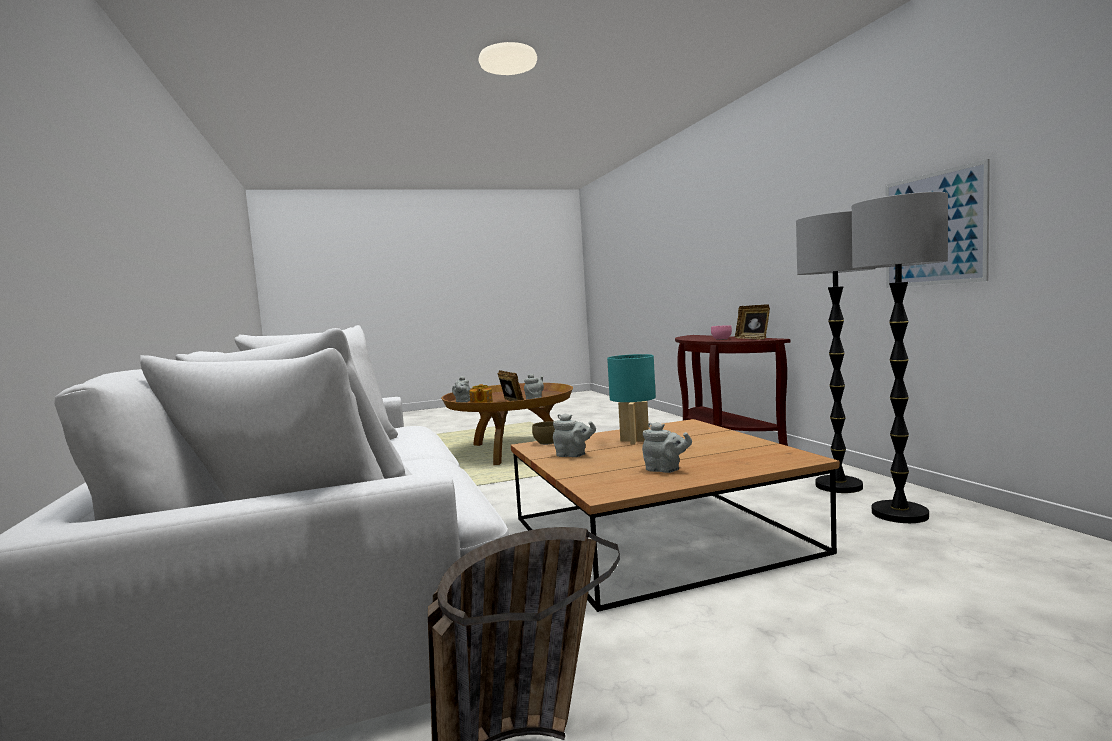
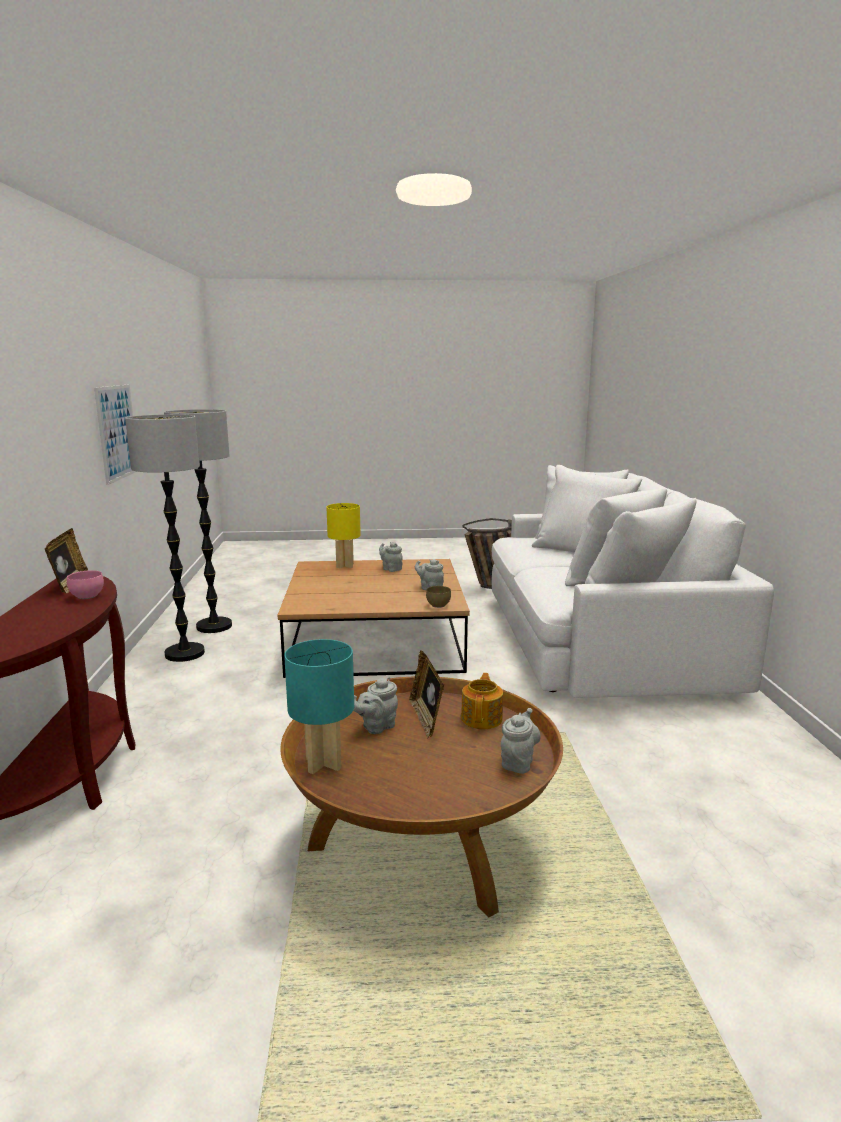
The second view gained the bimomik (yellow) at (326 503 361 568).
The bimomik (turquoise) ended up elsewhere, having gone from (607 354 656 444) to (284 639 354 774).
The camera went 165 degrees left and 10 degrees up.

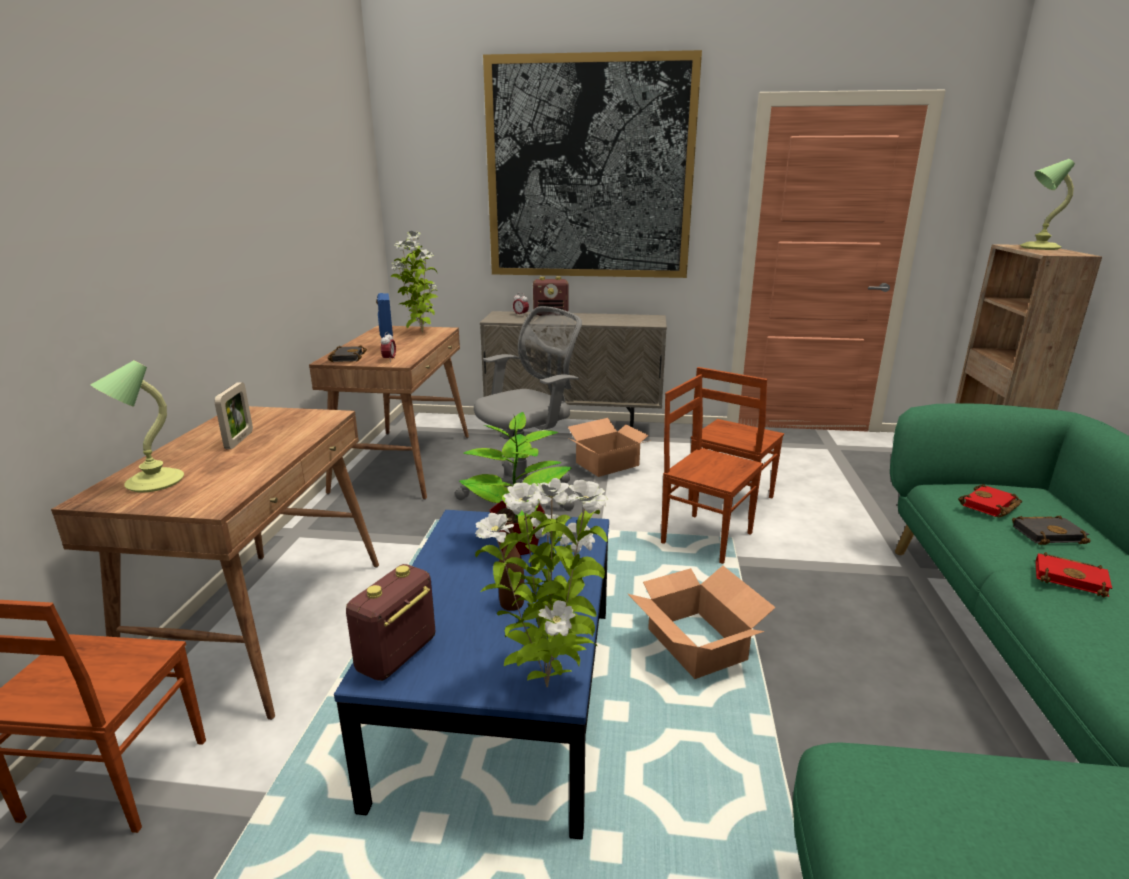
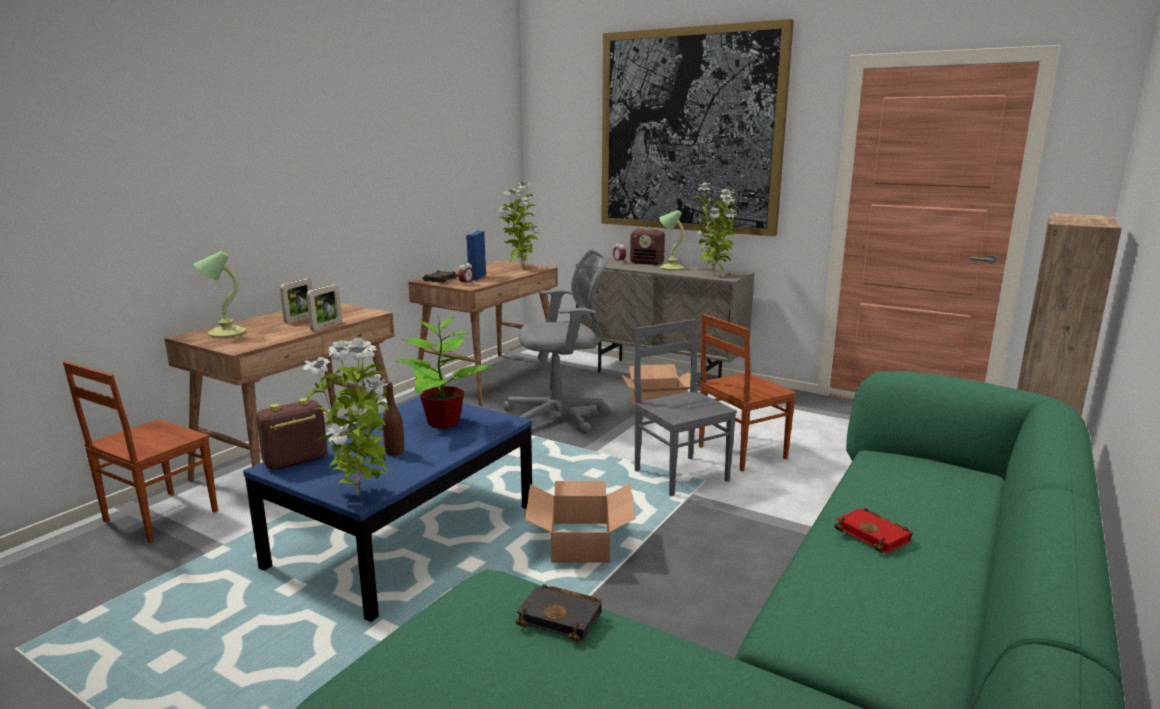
The second view lost the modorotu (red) at (958 484 1022 517).
The second view gained the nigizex at (307 285 342 331).
The second view gained the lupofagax at (692 183 739 275).
The modorotu (black) ended up elsewhere, having gone from (1012 515 1091 545) to (516 584 602 642).
The bimomik ended up elsewhere, having gone from (1020 159 1075 250) to (659 210 684 270).
What was the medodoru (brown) at (661 374 763 564) turned into the medodoru (grey) at (634 319 737 496).
The camera went 25 degrees right and 5 degrees down.

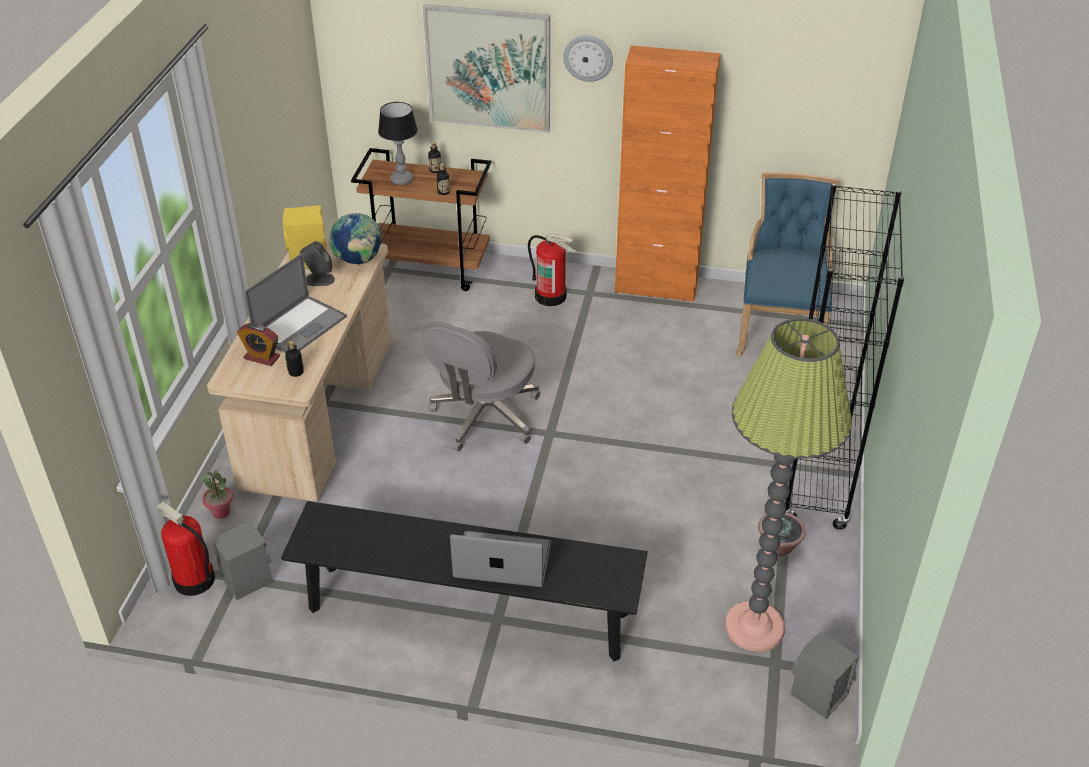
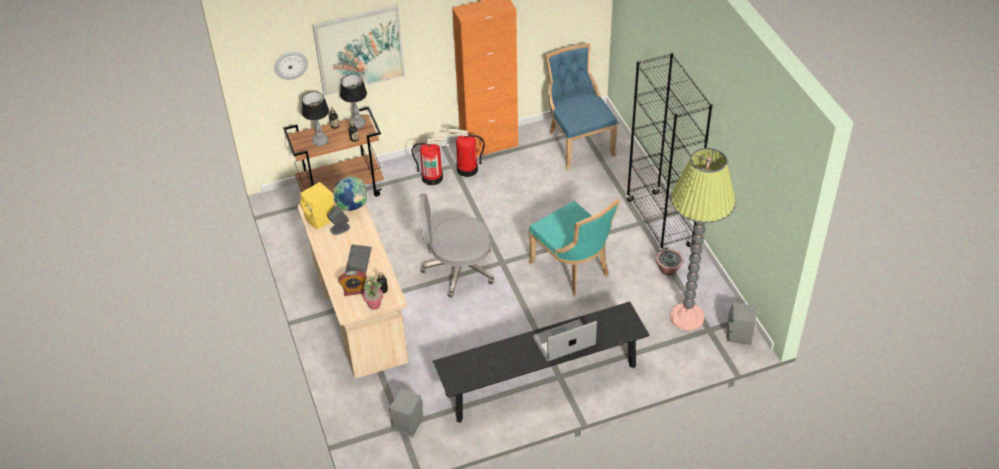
The second view gained the bimomik at (340 74 367 128).
The second view gained the medodoru (turquoise) at (529 199 620 296).
The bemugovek ended up elsewhere, having gone from (157 501 215 596) to (446 129 485 177).
The lupofagax ended up elsewhere, having gone from (202 470 233 519) to (363 277 383 310).
The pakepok ended up elsewhere, having gone from (563 35 613 82) to (274 52 308 80).
Where the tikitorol stood at (244 253 347 354), the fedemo came to stand at (345 244 372 273).
The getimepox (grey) at (421 321 540 452) ended up facing another way, 90 degrees clockwise from before.
The camera went 30 degrees left and 5 degrees up.

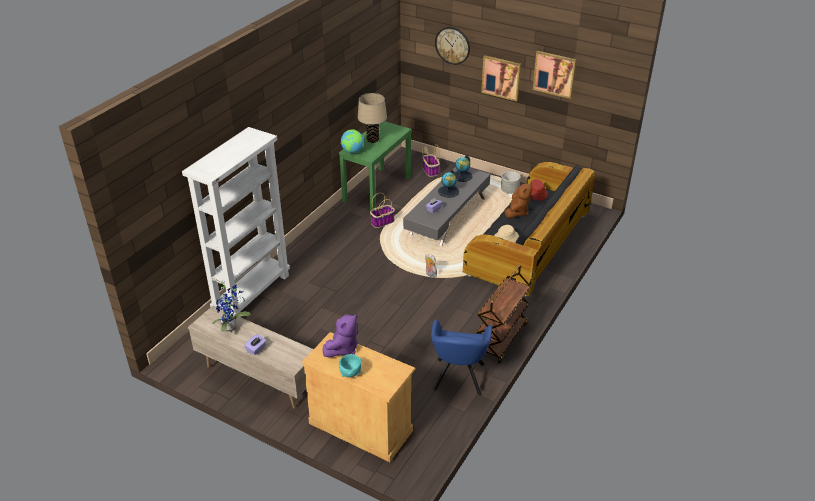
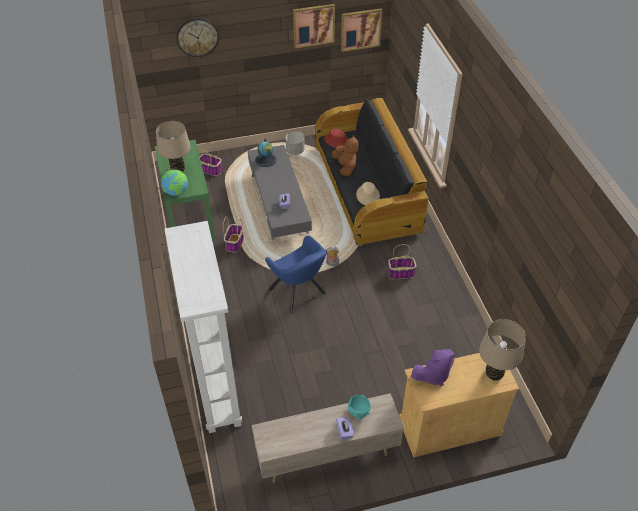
The second view lost the lupofagax at (212 280 250 332).
The second view lost the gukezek at (438 170 459 198).
The second view lost the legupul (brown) at (476 265 531 363).
The second view gained the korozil at (388 244 417 279).
The second view gained the bimomik (beige) at (479 319 526 380).
The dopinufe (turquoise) ended up elsewhere, having gone from (339 354 362 377) to (347 395 371 420).
The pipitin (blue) ended up elsewhere, having gone from (431 320 492 396) to (265 235 327 314).
The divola ended up elsewhere, having gone from (481 55 521 102) to (341 8 382 52).
The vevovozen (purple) at (322 314 357 358) ended up facing another way, 75 degrees clockwise from before.
The camera went 45 degrees left and 10 degrees up.

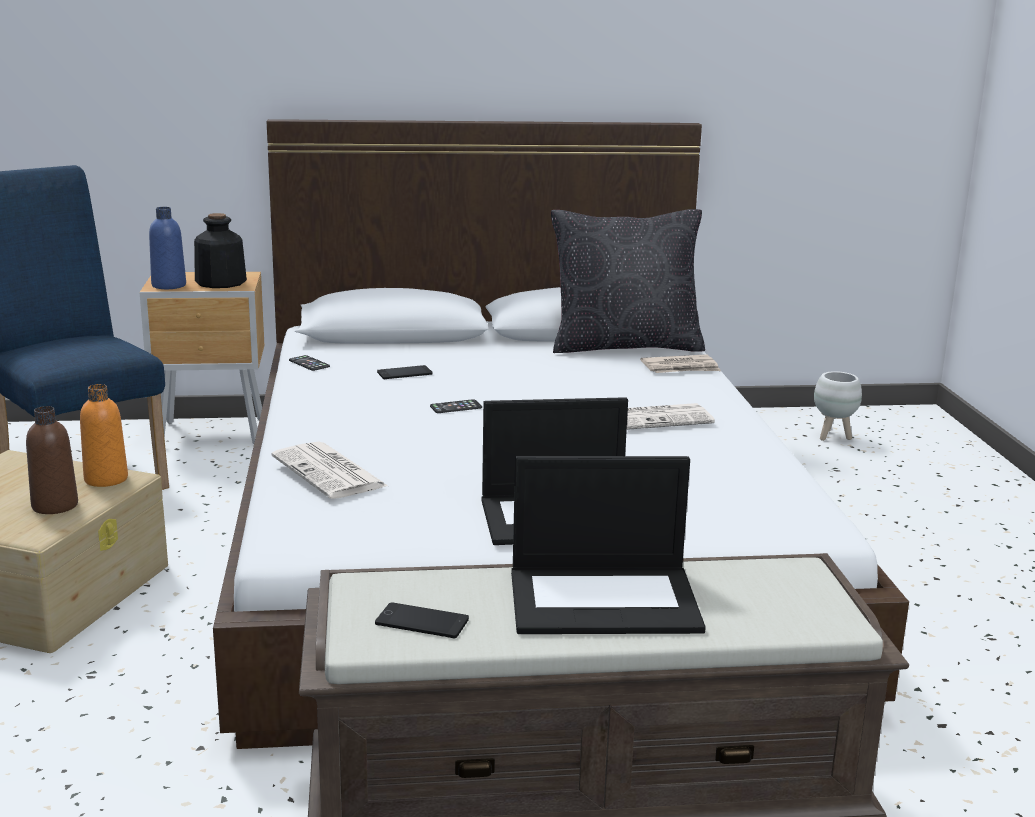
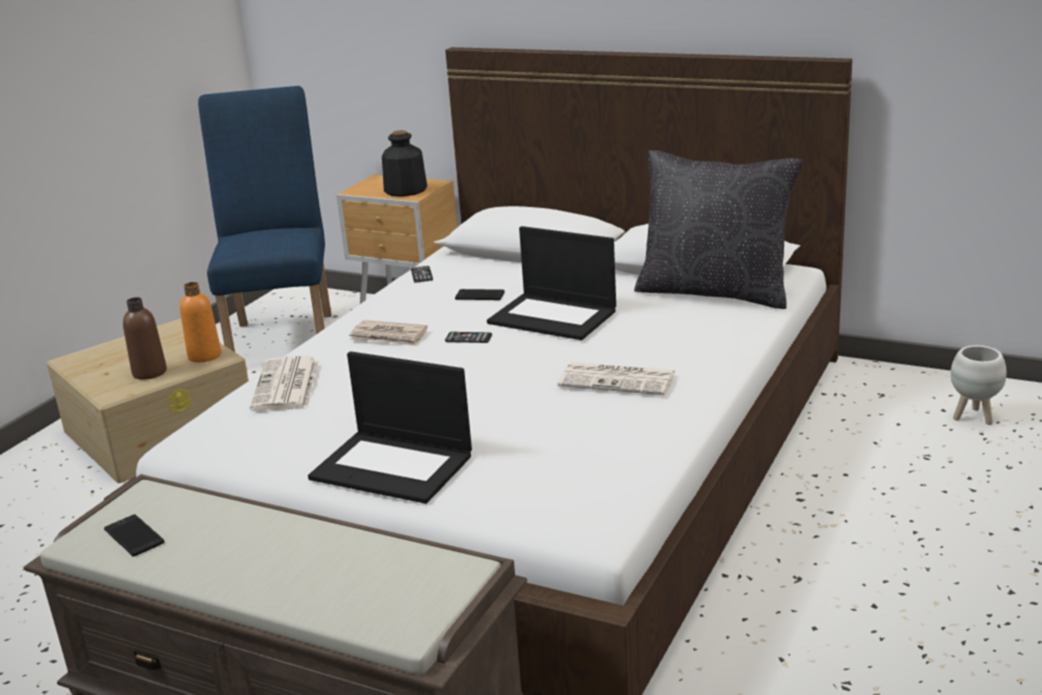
The second view lost the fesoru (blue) at (149 207 186 289).
The tikitorol ended up elsewhere, having gone from (511 456 706 634) to (487 226 616 340).
The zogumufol ended up elsewhere, having gone from (640 354 721 373) to (349 320 427 346).
The camera went 35 degrees right and 5 degrees up.

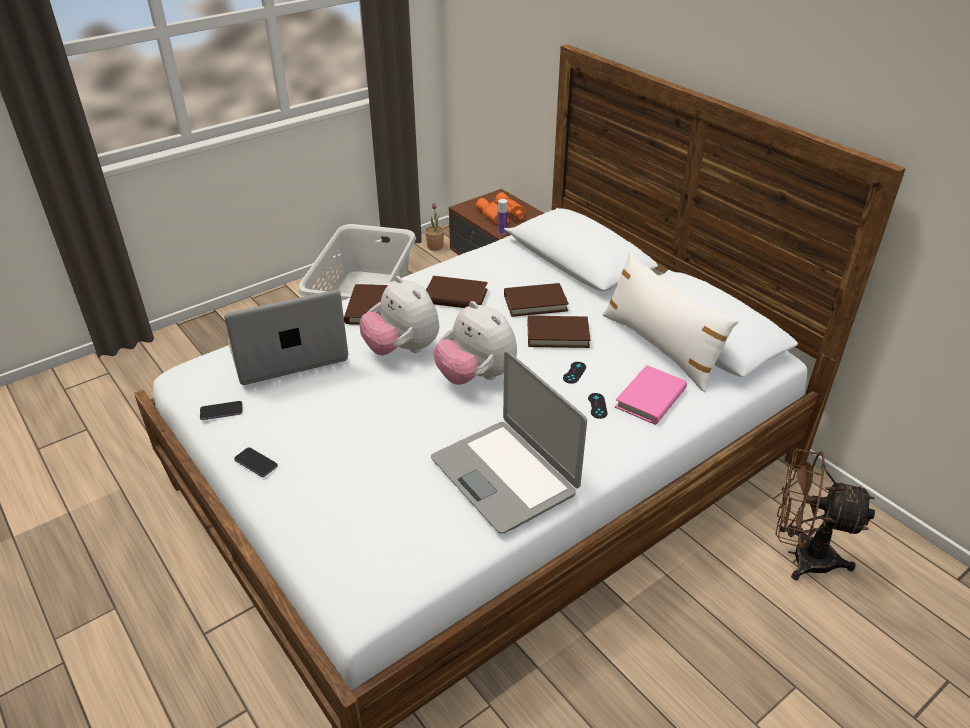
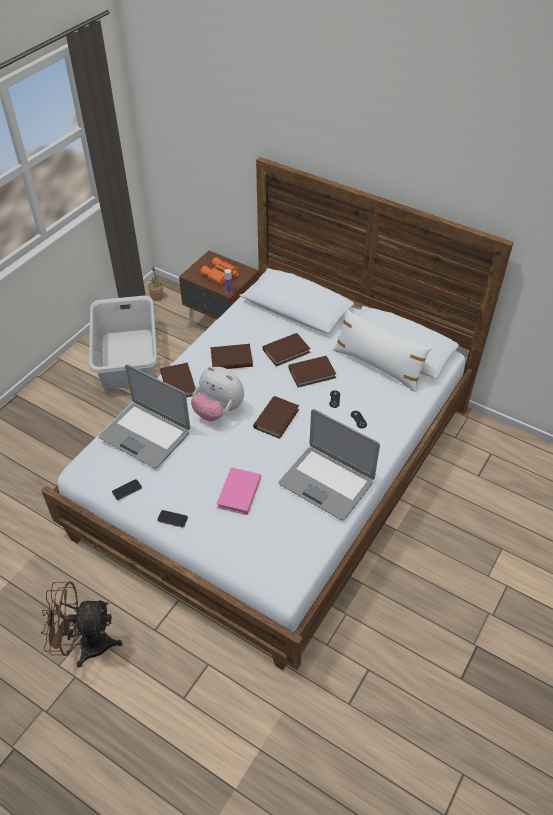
The modorotu (pink) ended up elsewhere, having gone from (615 365 687 425) to (217 467 261 515).
The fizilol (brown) ended up elsewhere, having gone from (776 449 875 580) to (41 582 123 667).
Where the vevovozen stood at (434 301 517 385), the modorotu (brown) came to stand at (253 396 299 439).
The tikitorol at (224 290 348 385) ended up facing another way, 105 degrees counterclockwise from before.
The camera went 20 degrees left and 10 degrees up.

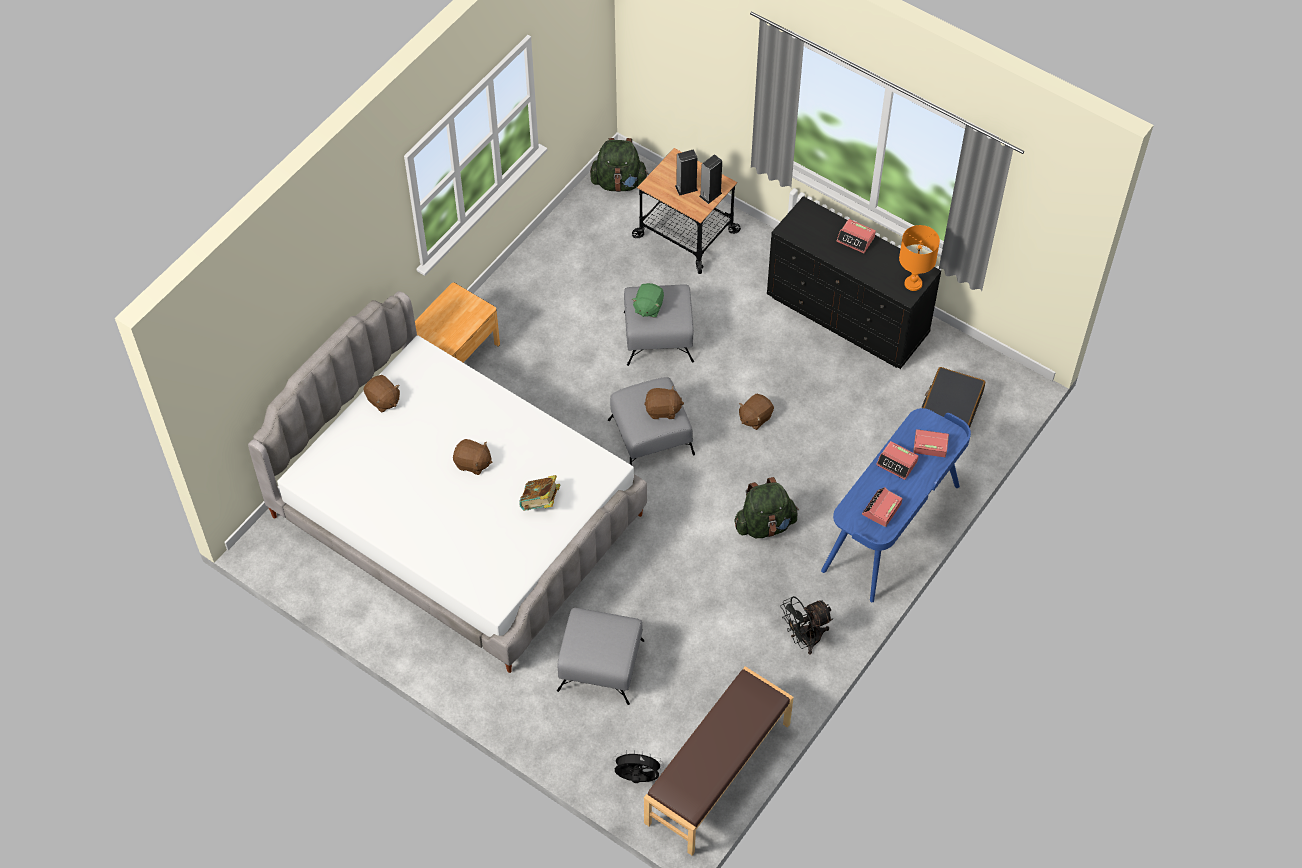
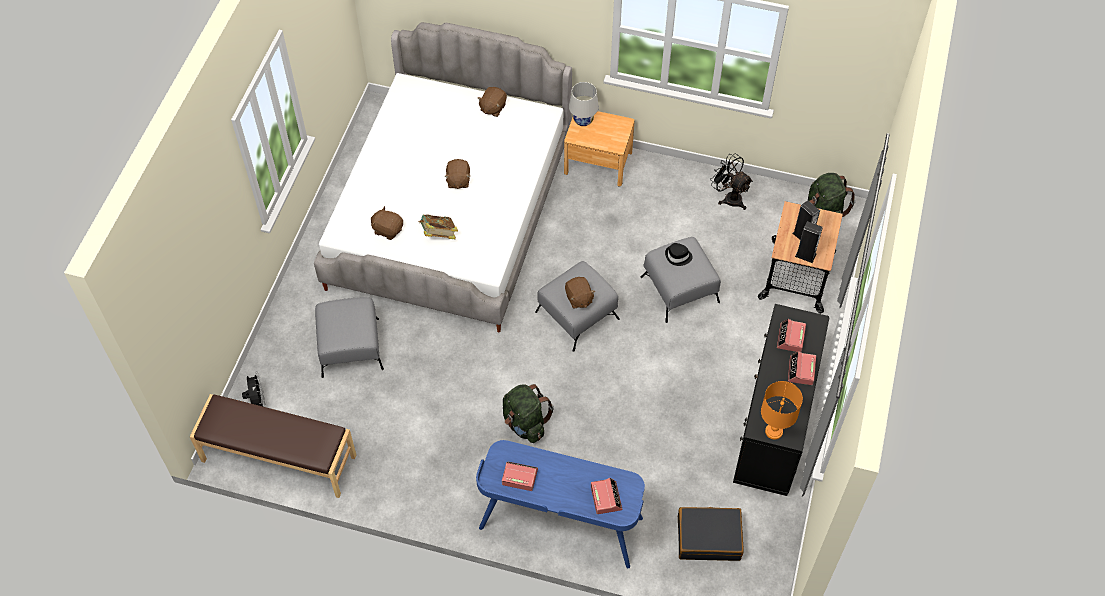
The second view gained the bimomik (white) at (569 82 599 126).
The vevovozen (brown) ended up elsewhere, having gone from (739 394 774 430) to (371 206 403 240).
The fizilol (black) ended up elsewhere, having gone from (780 596 833 655) to (710 153 753 210).
The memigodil ended up elsewhere, having gone from (876 441 919 480) to (777 319 806 352).
Where the vevovozen (green) stood at (632 283 664 318), the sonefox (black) came to stand at (665 243 693 266).
The camera went 70 degrees right and 0 degrees up.

